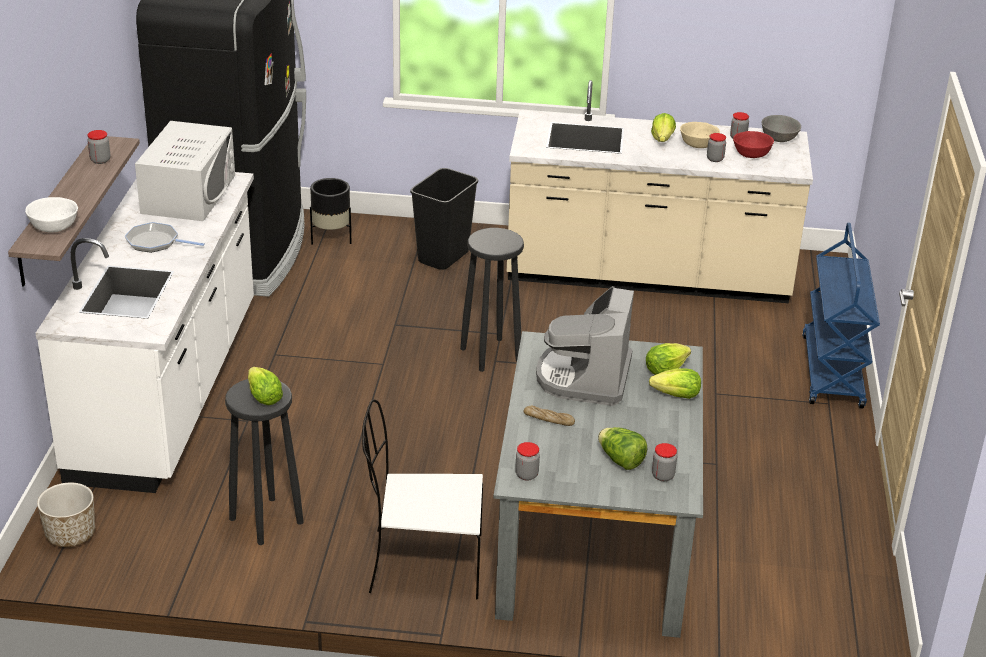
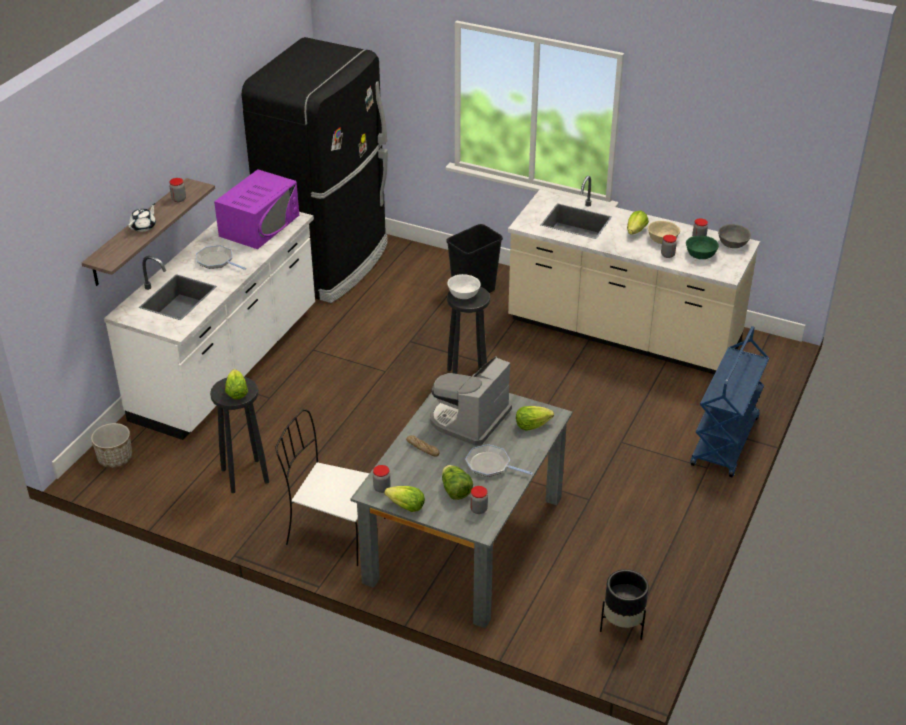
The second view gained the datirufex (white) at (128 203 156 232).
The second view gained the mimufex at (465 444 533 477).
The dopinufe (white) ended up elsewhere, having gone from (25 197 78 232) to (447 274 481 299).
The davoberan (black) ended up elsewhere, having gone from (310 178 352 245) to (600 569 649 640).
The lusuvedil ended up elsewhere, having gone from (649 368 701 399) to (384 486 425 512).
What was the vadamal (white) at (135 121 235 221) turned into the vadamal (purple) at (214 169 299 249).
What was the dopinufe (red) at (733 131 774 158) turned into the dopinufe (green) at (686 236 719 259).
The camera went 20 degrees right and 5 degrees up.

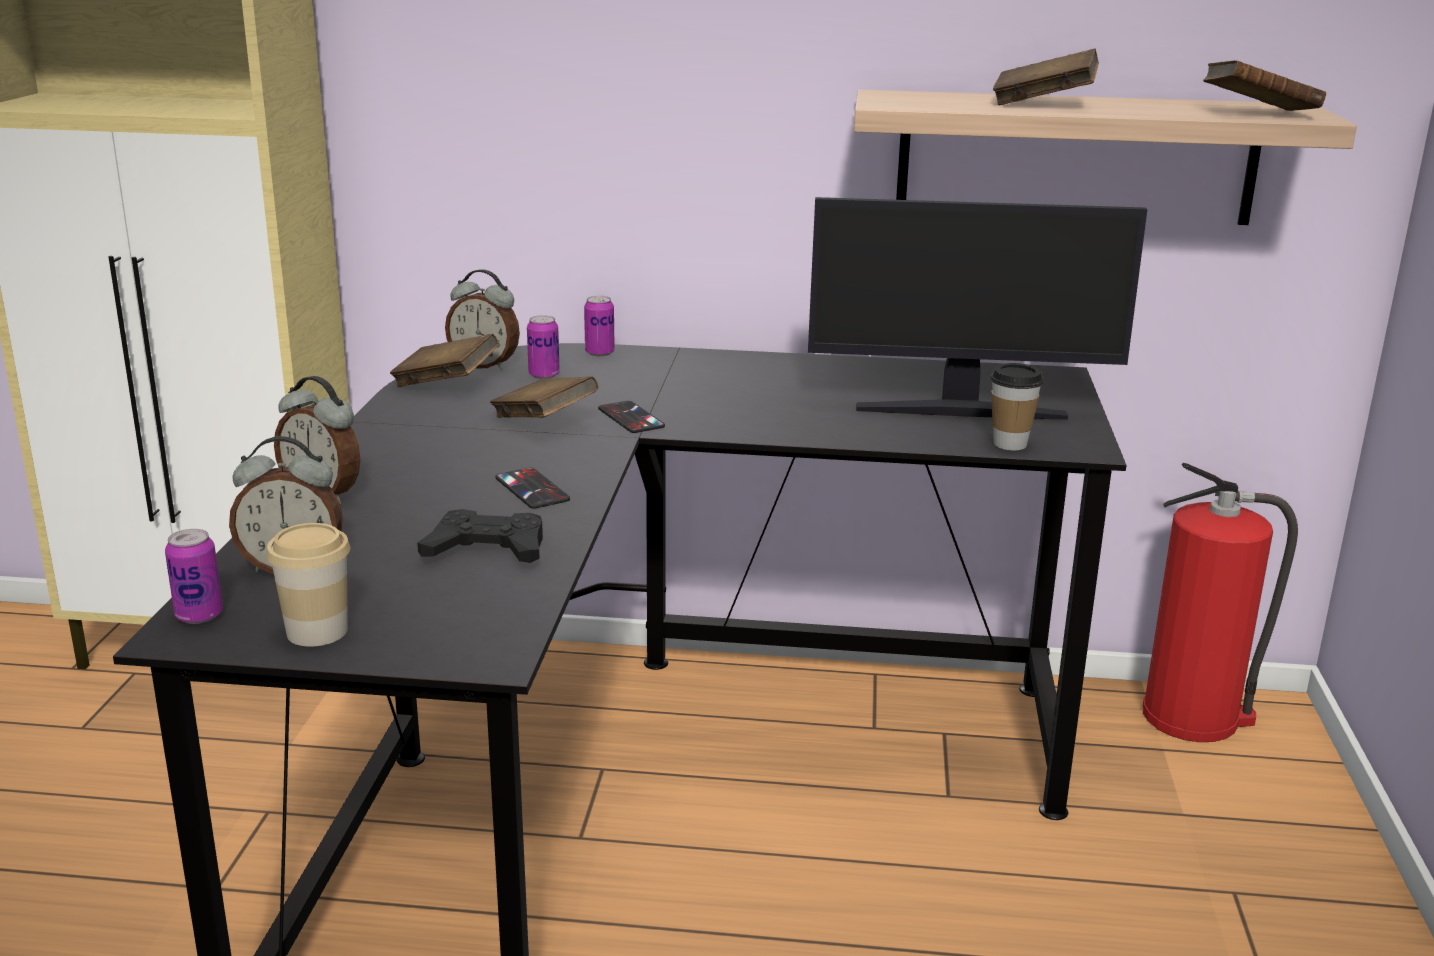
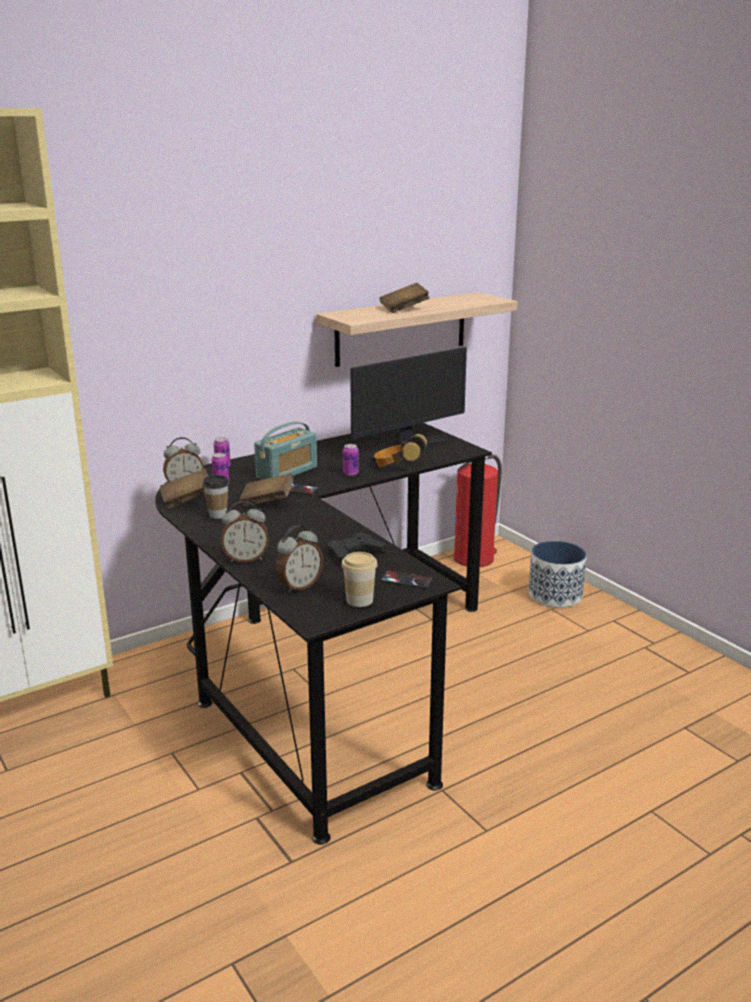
The second view lost the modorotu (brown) at (1203 60 1326 111).
The second view gained the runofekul at (254 422 317 480).
The second view gained the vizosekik at (374 434 427 467).
The second view gained the davoberan at (529 541 587 608).
The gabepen ended up elsewhere, having gone from (165 529 223 624) to (343 444 359 476).
The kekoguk ended up elsewhere, having gone from (495 468 570 509) to (381 571 433 588).
The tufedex ended up elsewhere, having gone from (990 363 1044 450) to (202 475 229 519).
The camera went 40 degrees left and 0 degrees up.

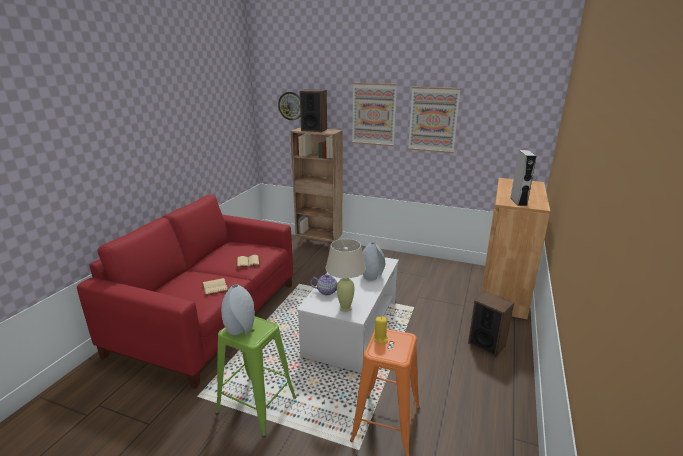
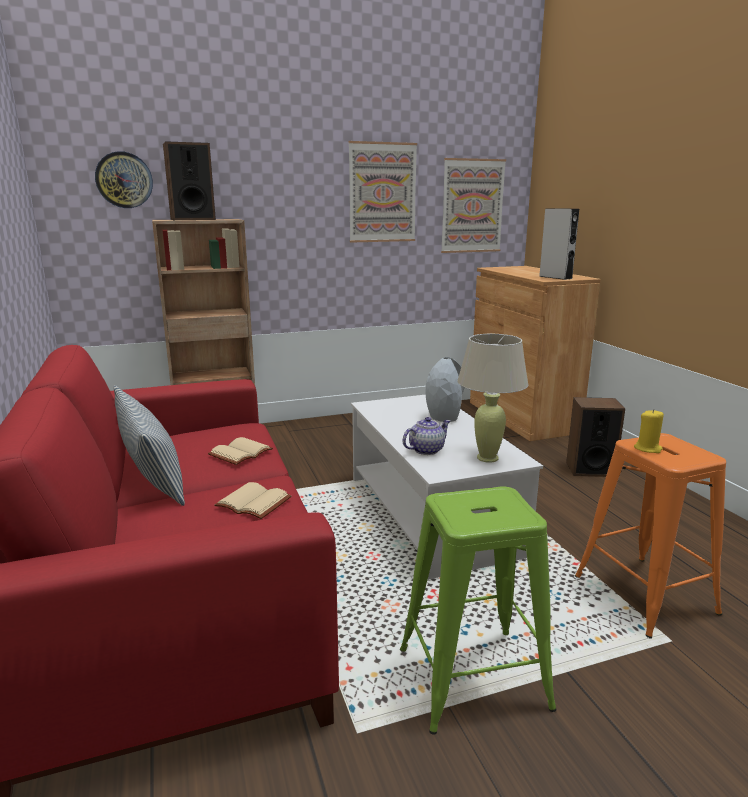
The second view lost the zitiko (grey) at (221 285 255 335).
The second view gained the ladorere at (114 385 185 506).
The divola ended up elsewhere, having gone from (352 83 397 146) to (441 158 506 253).
The camera went 40 degrees left and 5 degrees down.

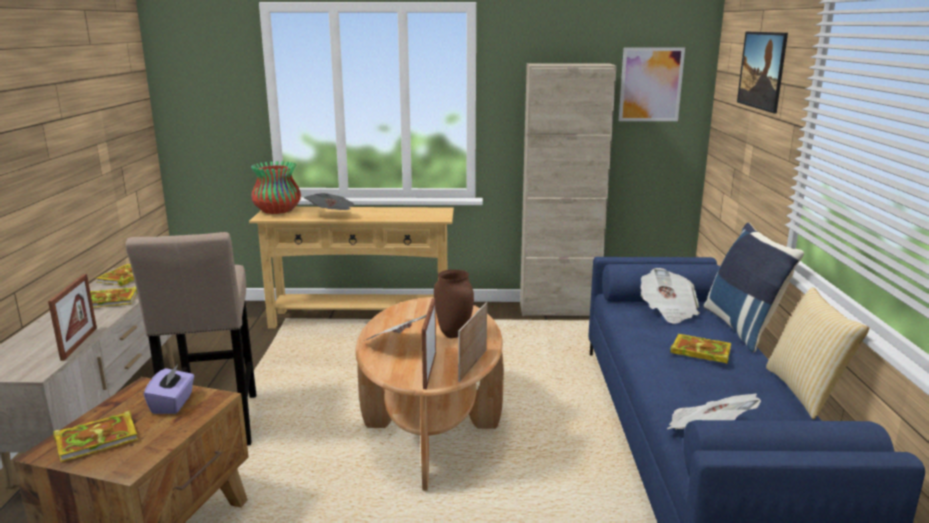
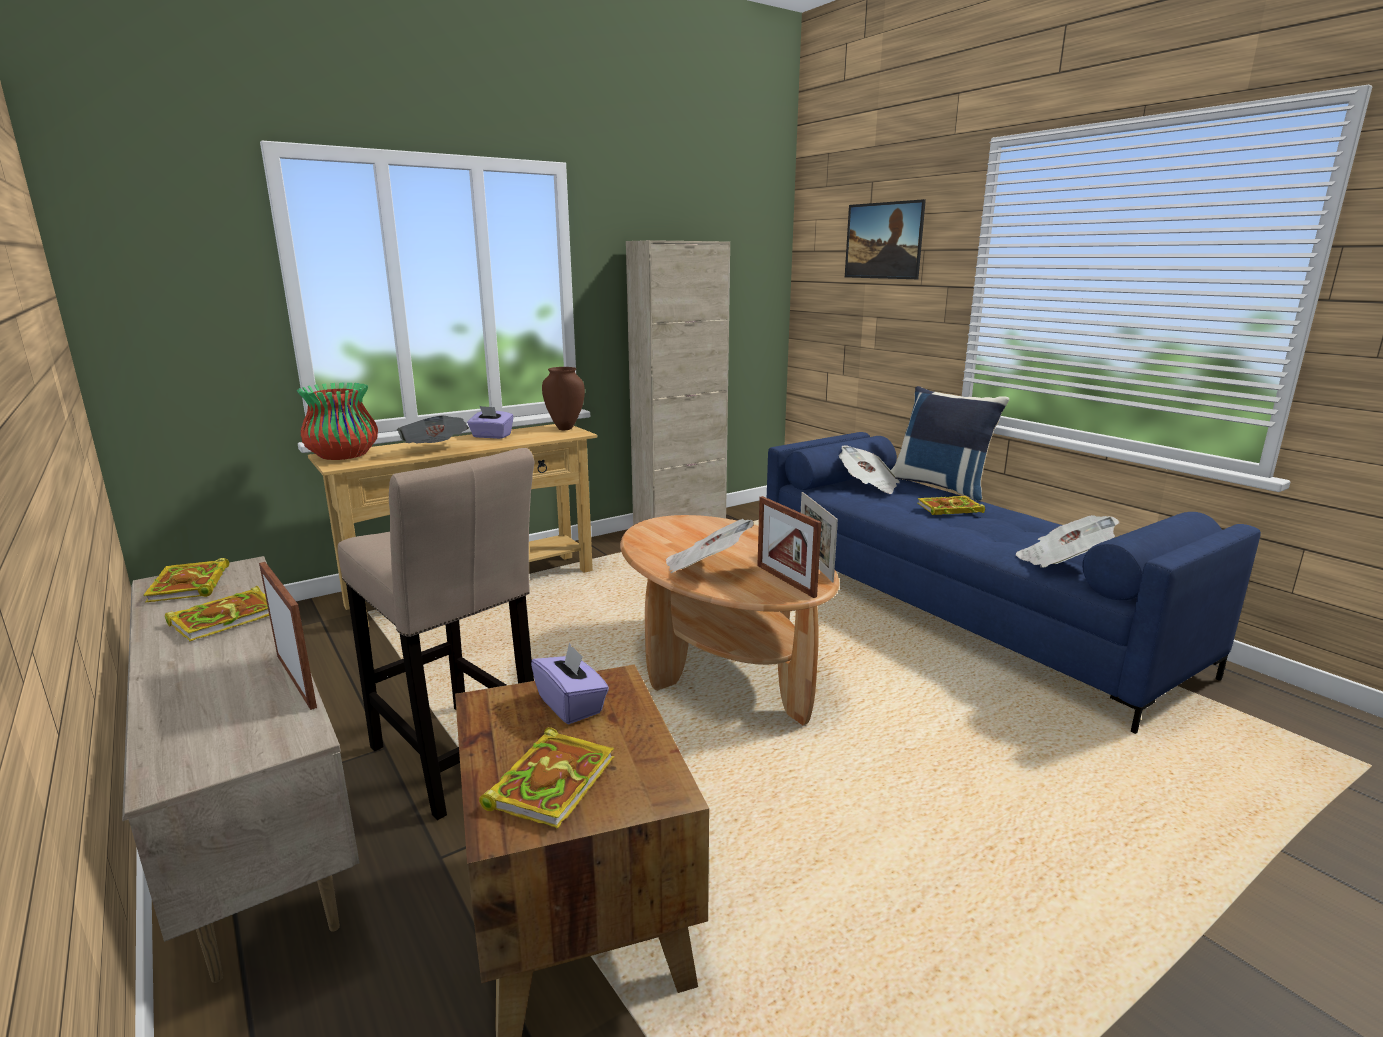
The second view lost the divola at (619 47 685 121).
The second view lost the ladorere at (766 287 869 419).
The second view gained the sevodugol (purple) at (467 406 514 439).
The zitiko (brown) ended up elsewhere, having gone from (434 269 474 338) to (542 367 585 430).
The camera went 35 degrees left and 0 degrees up.

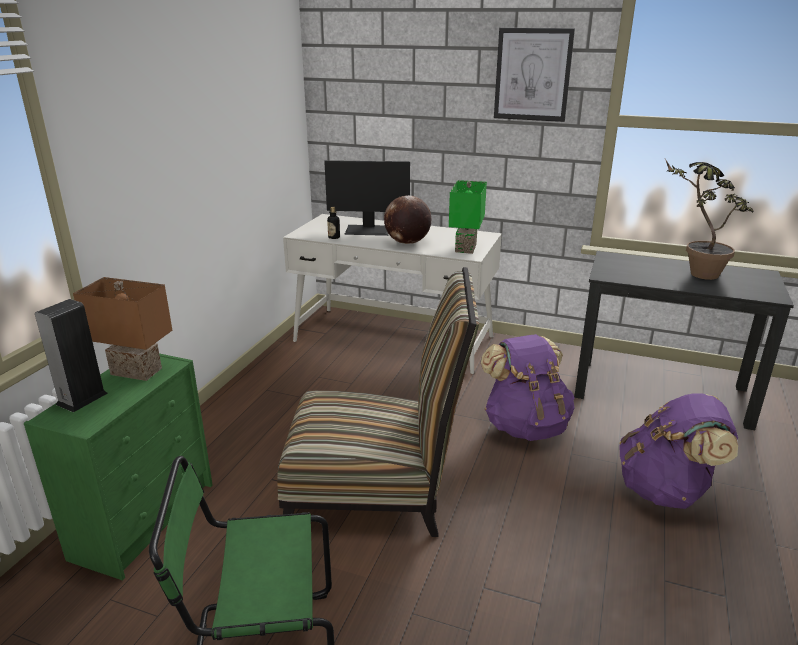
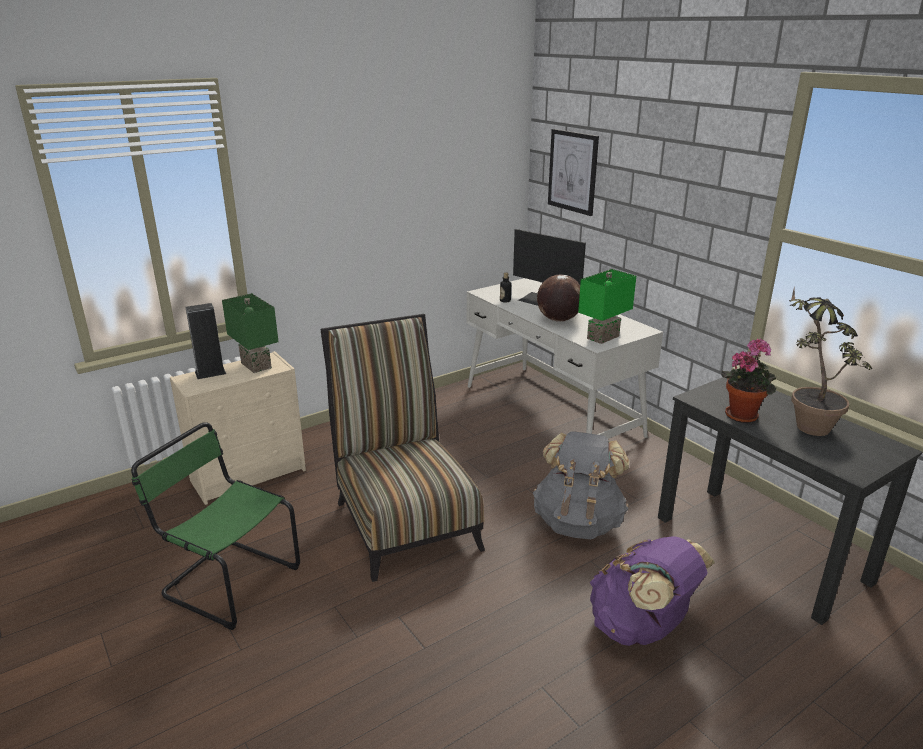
The second view gained the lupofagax at (721 339 776 423).
The divola ended up elsewhere, having gone from (494 28 575 122) to (548 129 599 216).
What was the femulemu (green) at (24 353 213 580) turned into the femulemu (beige) at (170 351 306 505).
What was the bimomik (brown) at (73 277 172 381) turned into the bimomik (green) at (222 293 279 373).
What was the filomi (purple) at (481 334 575 441) turned into the filomi (grey) at (533 431 629 539).
The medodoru at (277 267 479 537) ended up facing another way, 150 degrees counterclockwise from before.
The camera went 35 degrees right and 0 degrees up.

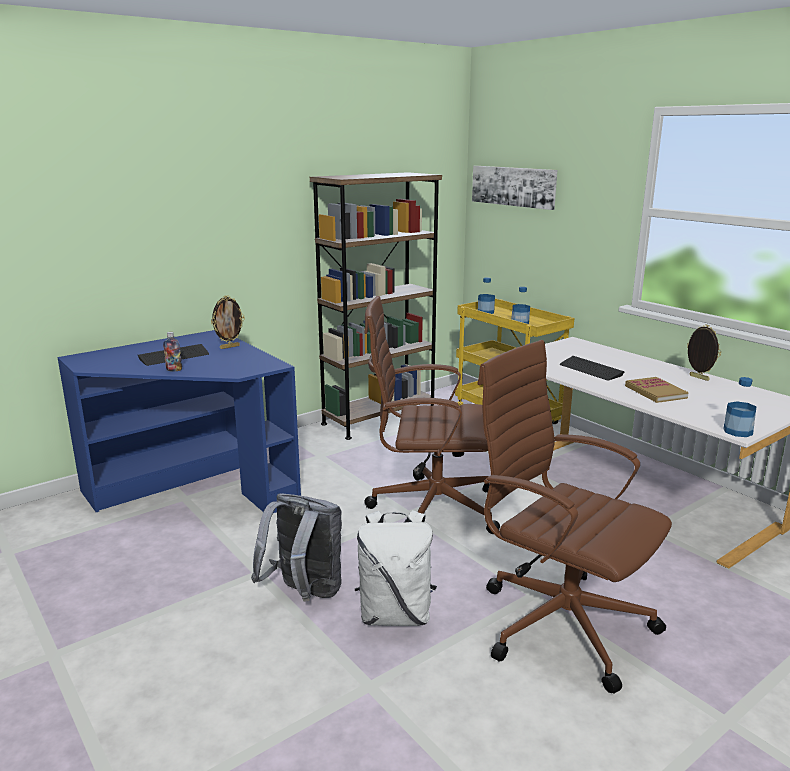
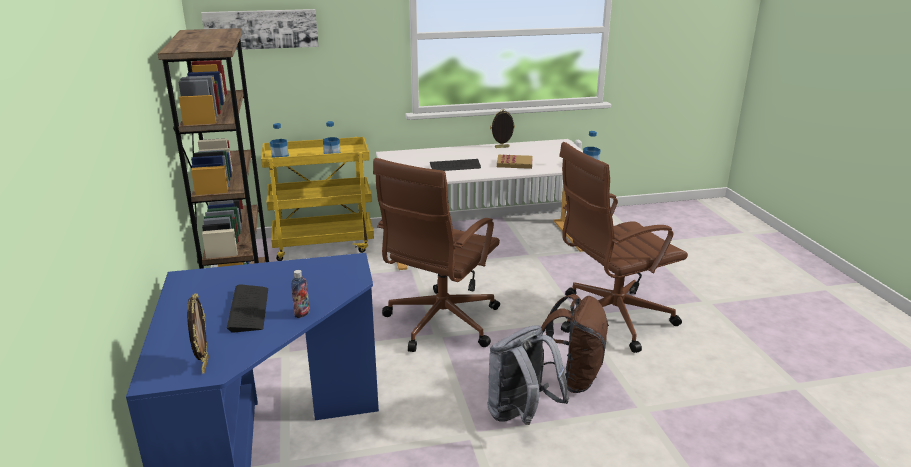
The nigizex ended up elsewhere, having gone from (211 295 245 349) to (187 293 209 374).
What was the filomi (white) at (355 510 437 626) turned into the filomi (brown) at (541 294 609 393).
The camera went 65 degrees left and 5 degrees up.

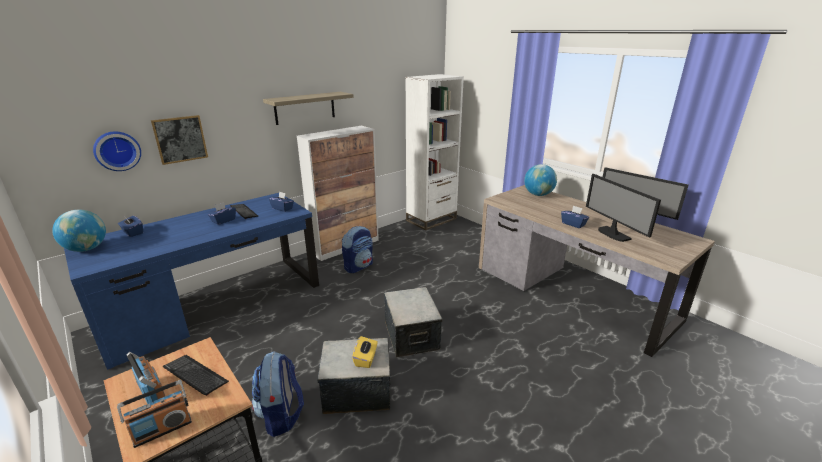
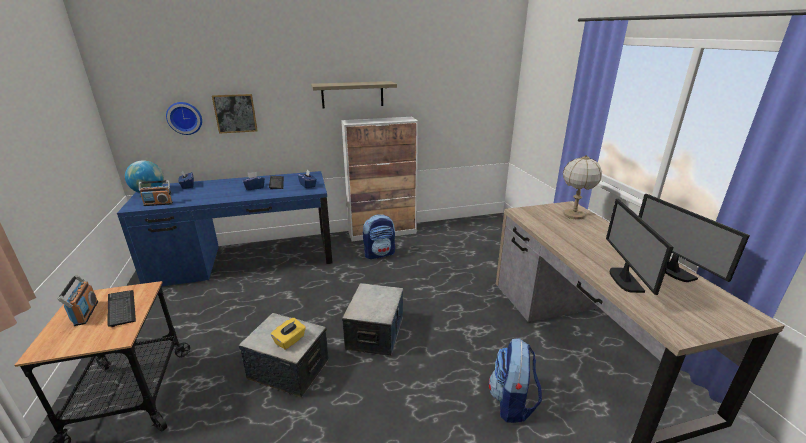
The second view lost the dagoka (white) at (405 74 464 230).
The second view lost the sevodugol (blue) at (561 205 589 228).
The runofekul ended up elsewhere, having gone from (117 380 192 448) to (139 180 173 206).
The filomi ended up elsewhere, having gone from (252 351 304 437) to (489 338 542 423).
Where the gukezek stood at (524 164 557 196), the bimomik came to stand at (563 155 602 220).
The camera went 25 degrees right and 0 degrees up.

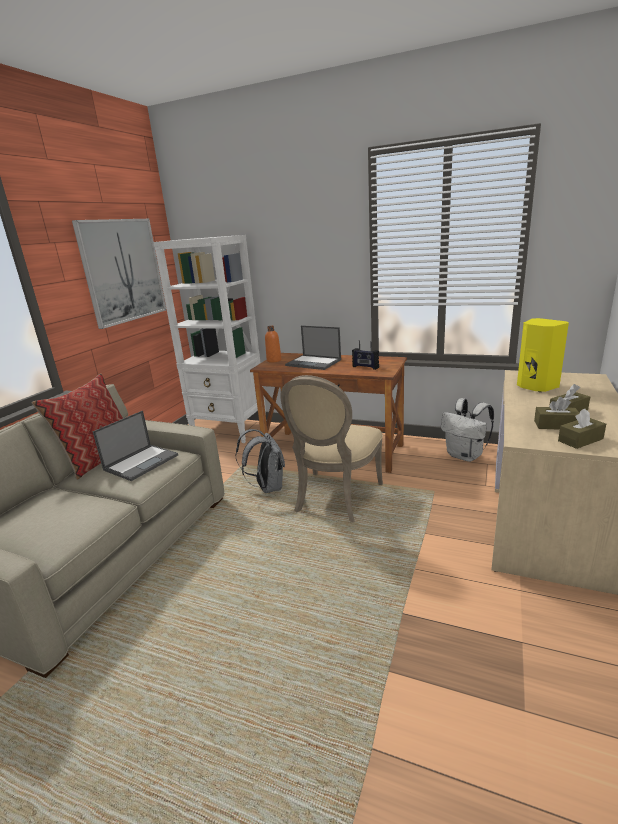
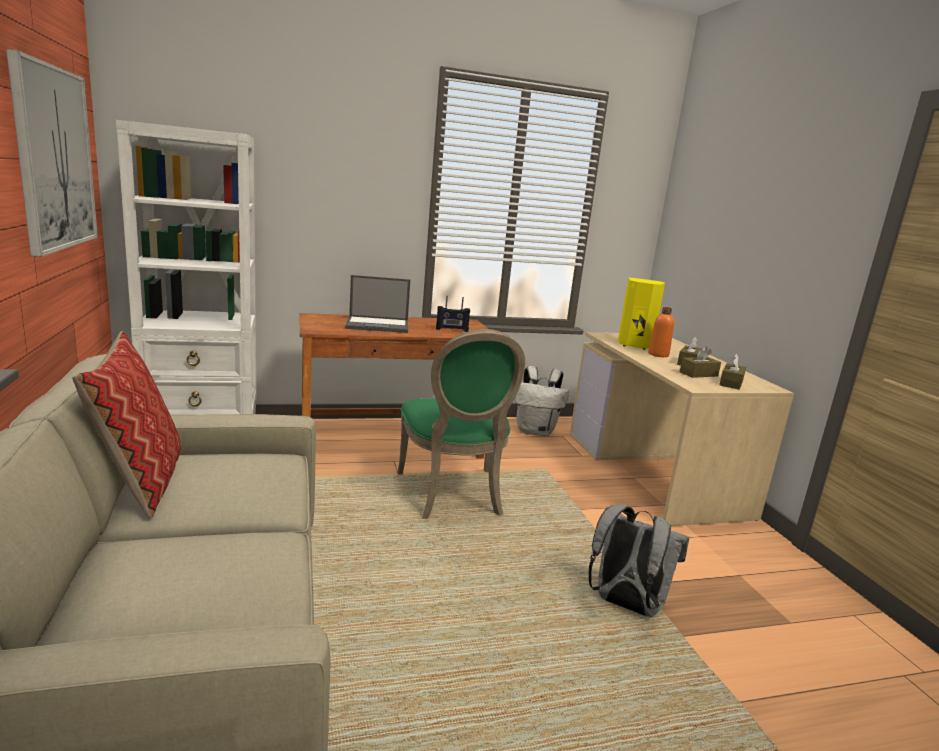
The second view lost the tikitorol at (92 411 178 481).
The filomi (grey) ended up elsewhere, having gone from (235 429 285 493) to (589 504 689 617).
The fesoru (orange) ended up elsewhere, having gone from (265 326 281 363) to (648 307 674 357).
What was the medodoru (beige) at (280 375 383 523) turned into the medodoru (green) at (398 329 525 519).
The camera went 40 degrees left and 5 degrees down.

